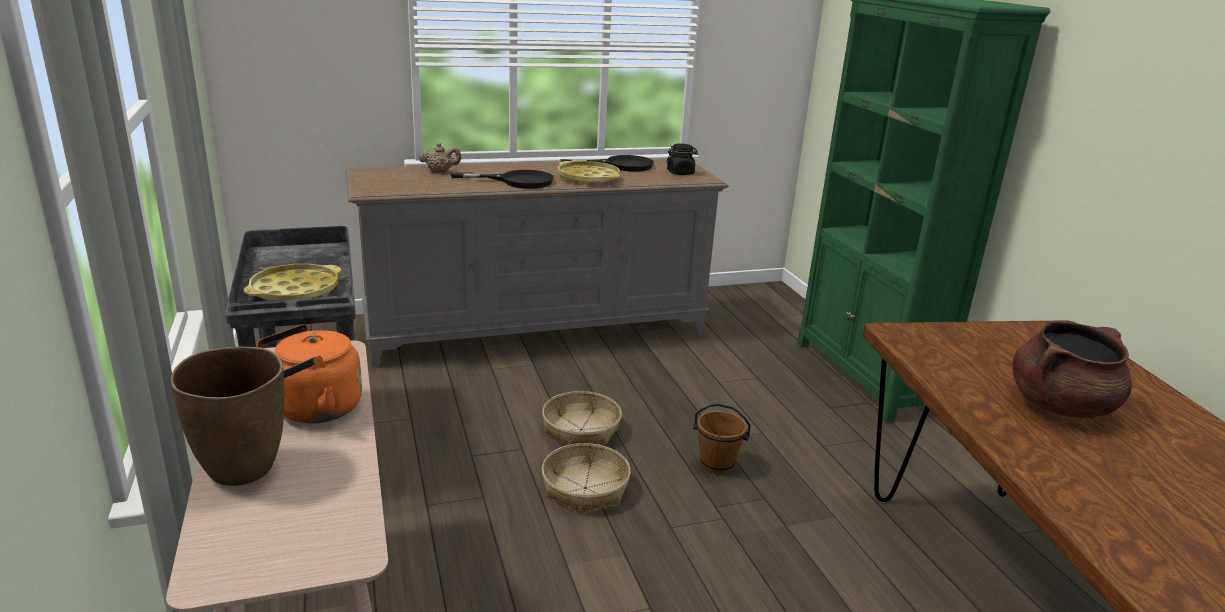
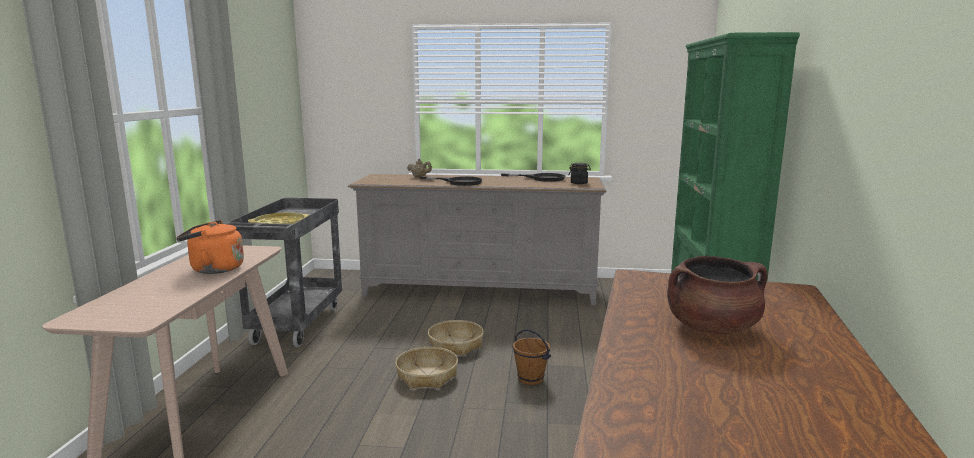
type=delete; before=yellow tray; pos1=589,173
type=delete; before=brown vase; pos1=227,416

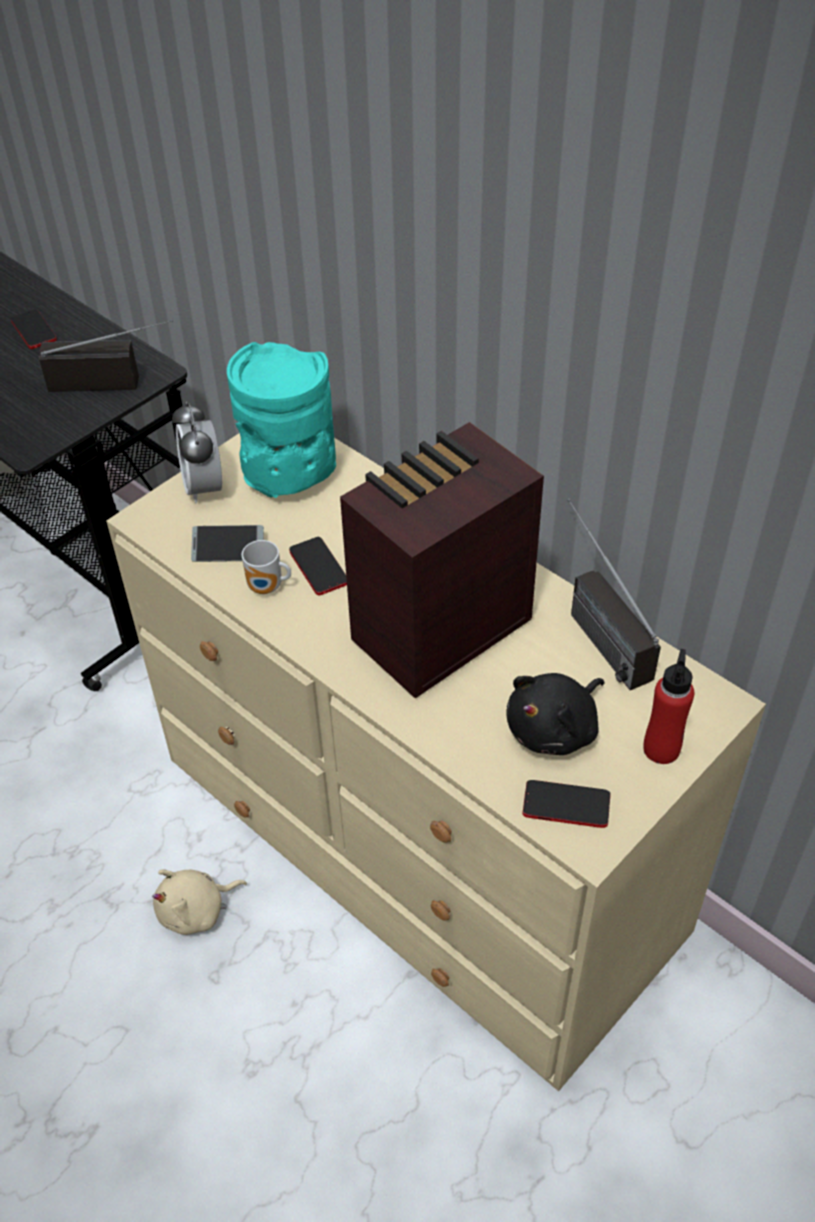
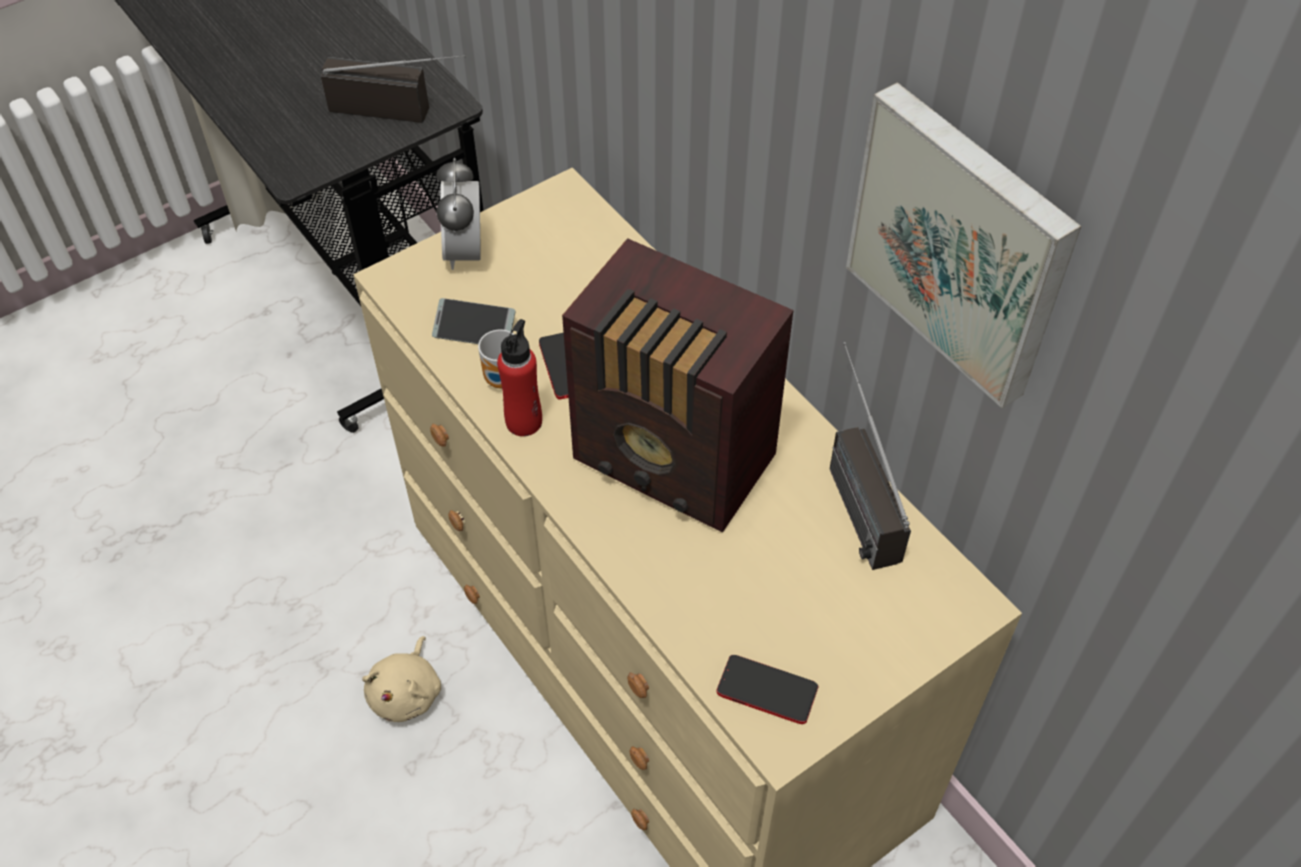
type=delete; before=phone; pos1=34,329
type=delete; before=turquoise vase; pos1=281,420
type=rotate; before=radio; pos1=442,560; pos2=677,385; turn=-120
type=move; before=red bottle; pos1=668,706; pos2=519,377
type=delete; before=black plush toy; pos1=555,714
type=rotate; before=beige plush toy; pos1=199,902; pos2=401,679; turn=-60
type=insert; after=picture; pos2=963,245

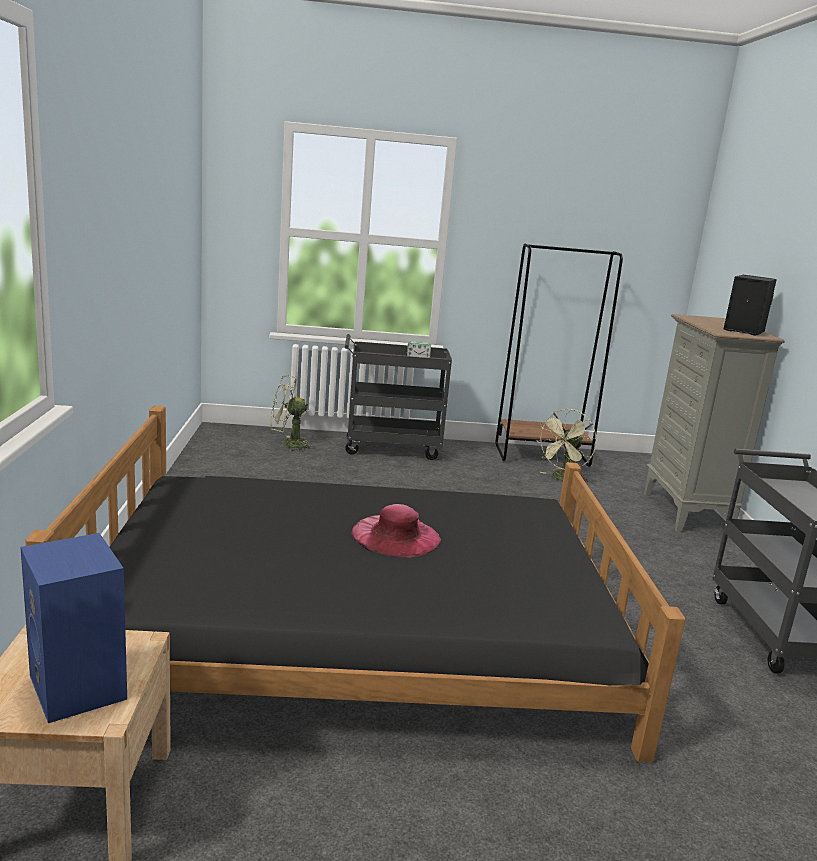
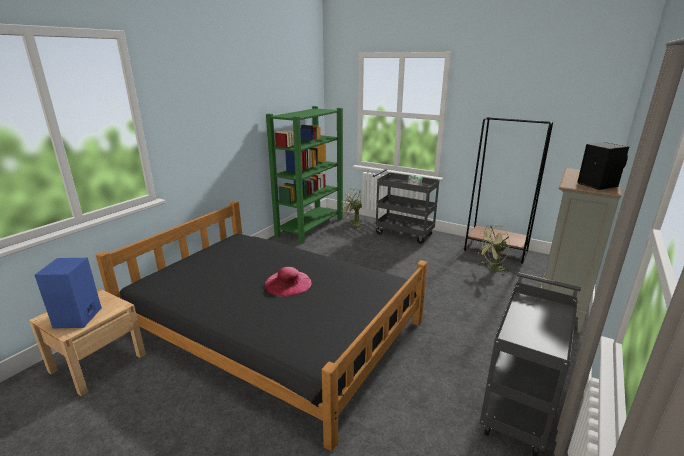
type=insert; after=green bookcase; pos2=304,175

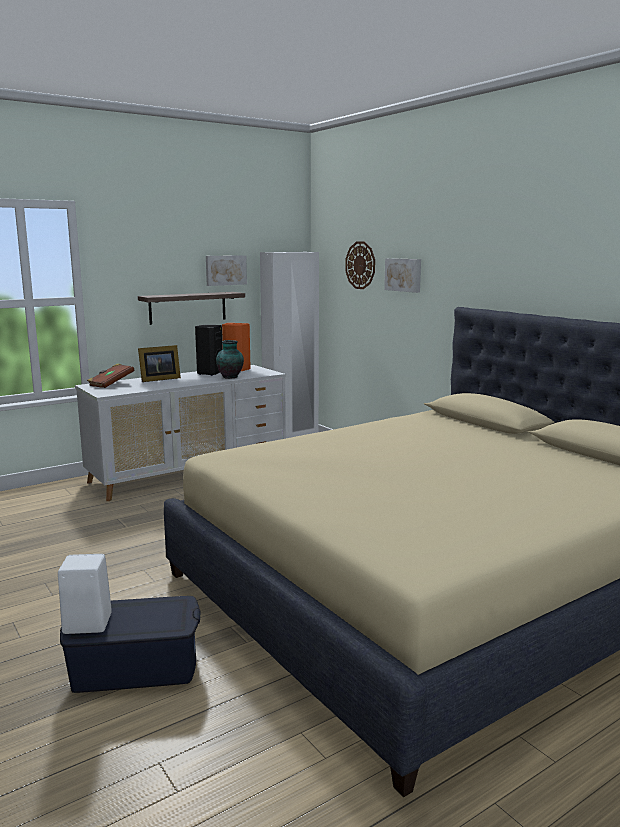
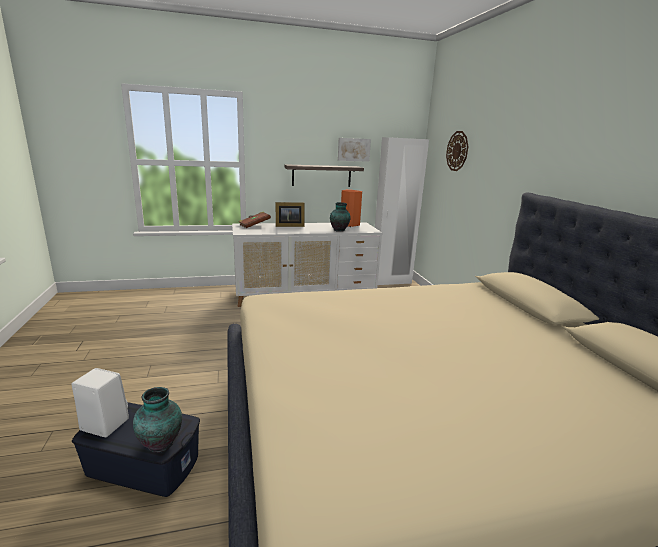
type=delete; before=picture; pos1=402,275
type=delete; before=black speaker; pos1=209,350
type=insert; after=vase; pos2=157,420

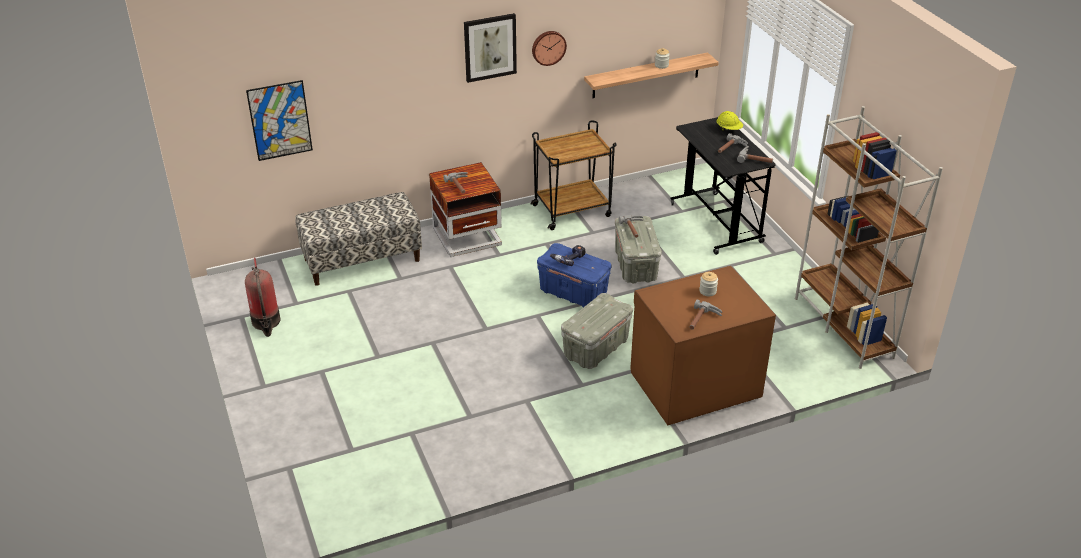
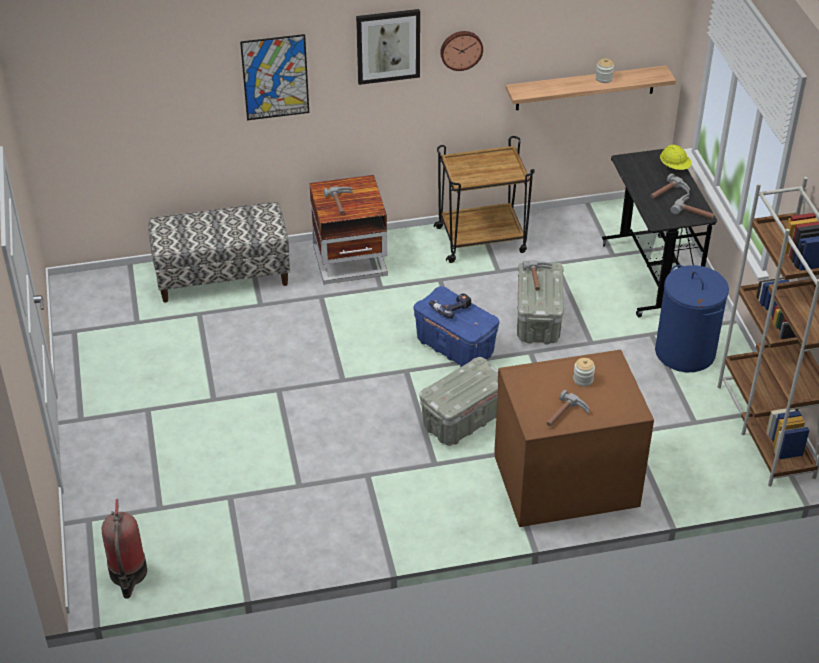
type=move; before=picture; pos1=279,120; pos2=274,77
type=move; before=fire extinguisher; pos1=262,297; pos2=124,549
type=insert; after=blue laundry basket; pos2=692,318

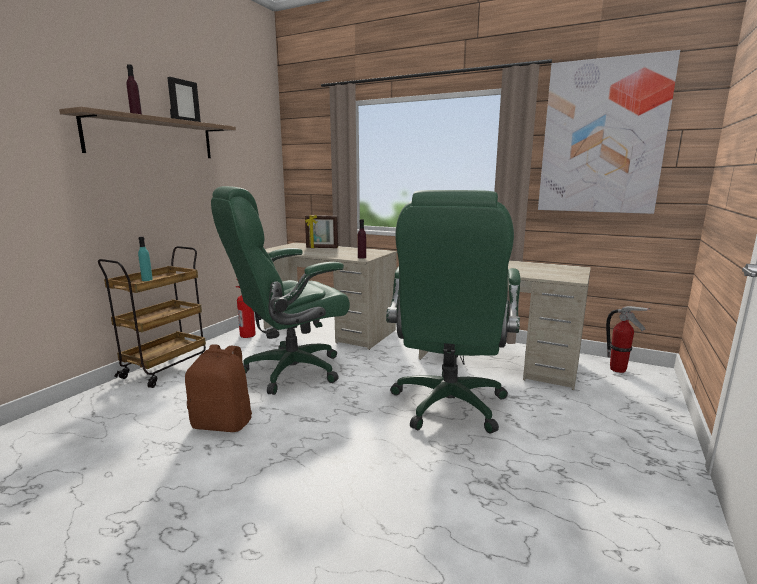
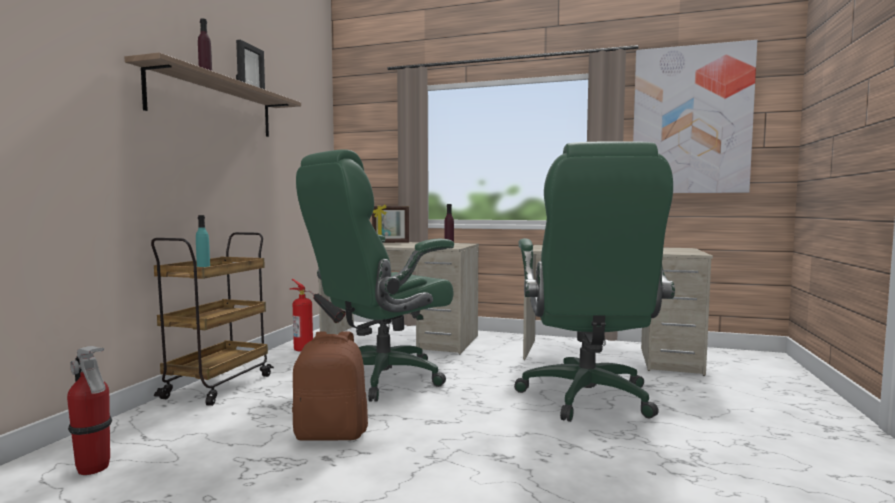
type=move; before=fire extinguisher; pos1=628,339; pos2=89,410

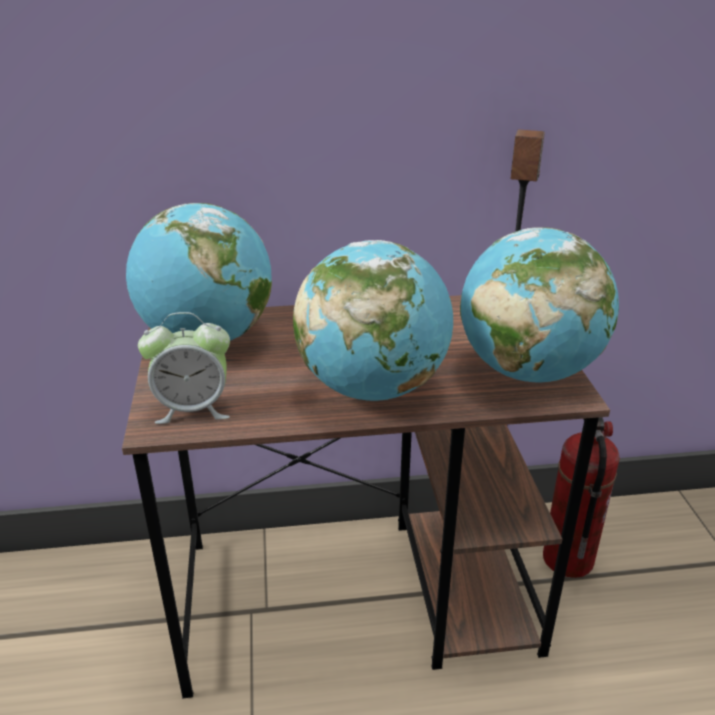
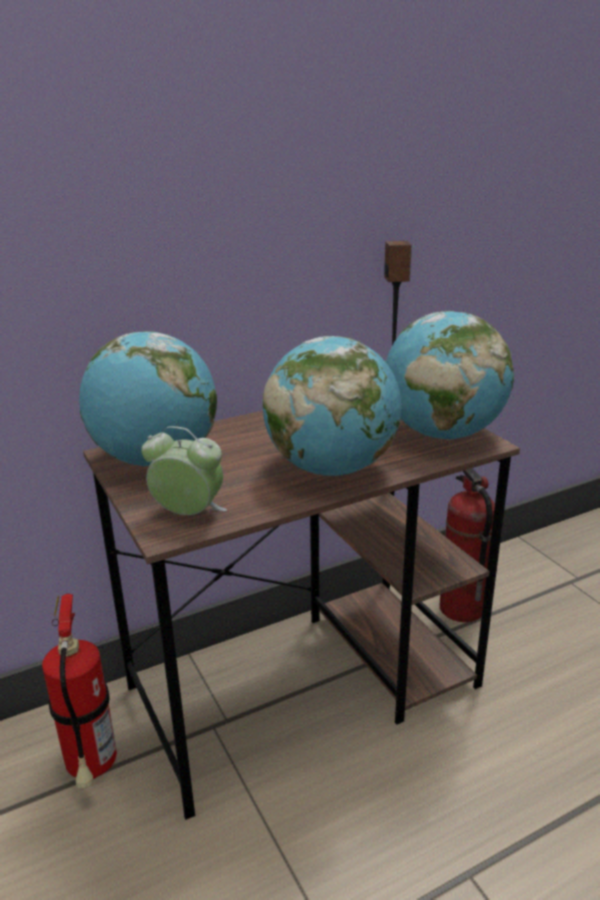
type=rotate; before=alarm clock; pos1=184,368; pos2=184,470; turn=-135
type=insert; after=fire extinguisher; pos2=79,691

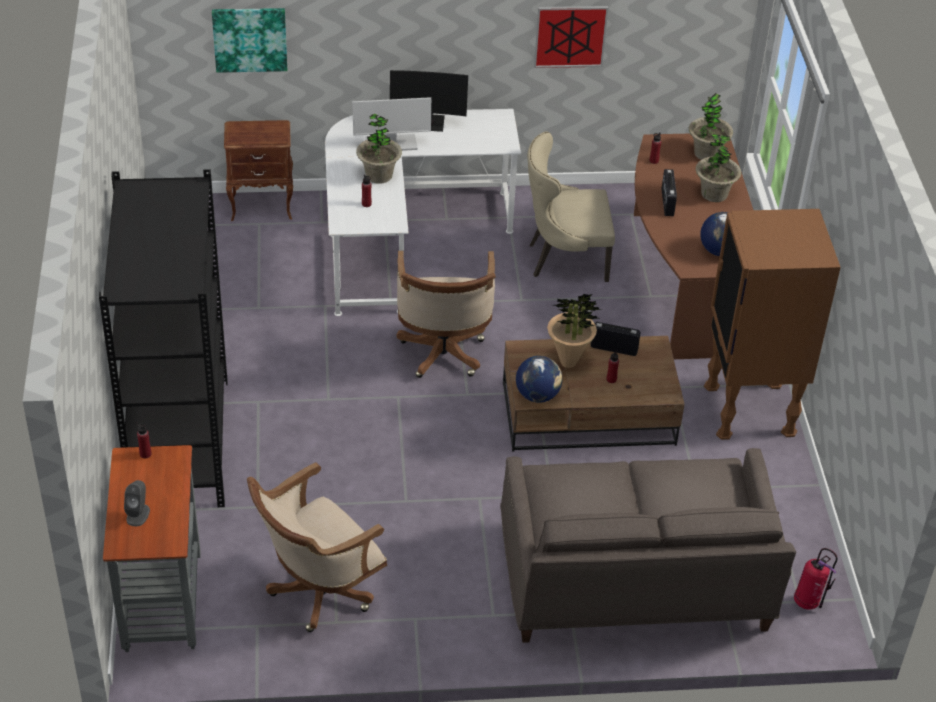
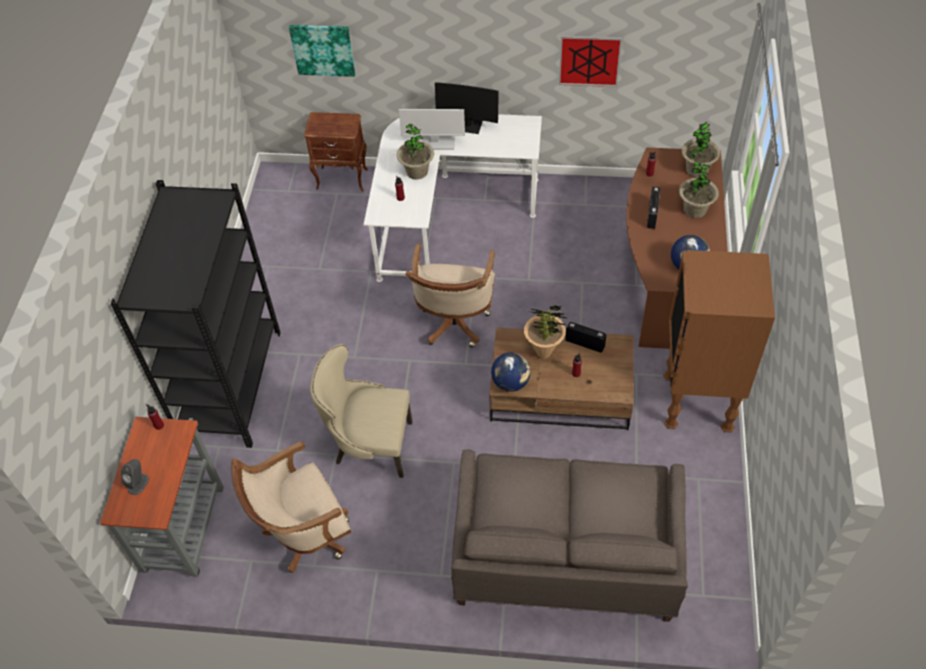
type=move; before=beige chair; pos1=571,206; pos2=361,411
type=delete; before=fire extinguisher; pos1=816,579

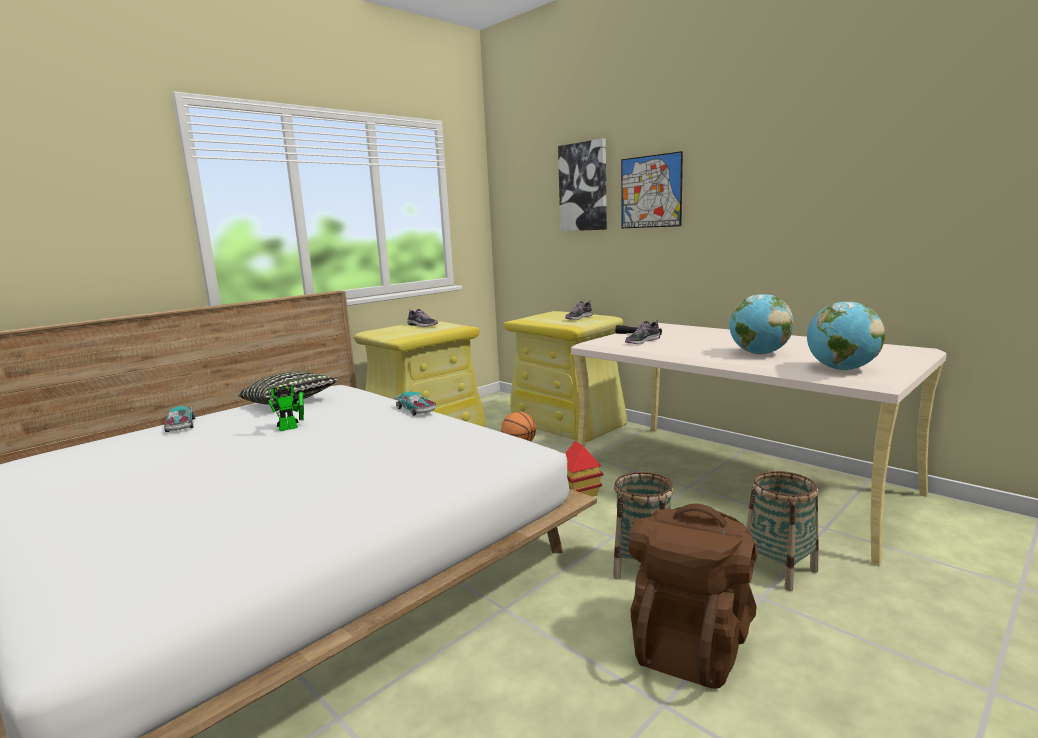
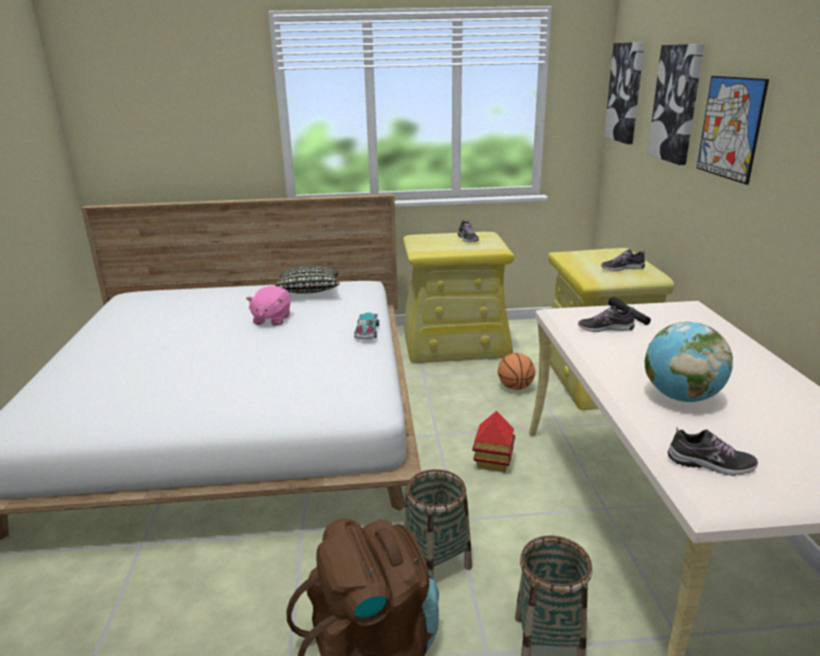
type=replace; before=globe; after=shoe; pos1=846,336; pos2=713,451
type=replace; before=toy robot; after=pink plush toy; pos1=283,404; pos2=268,306
type=delete; before=toy car; pos1=180,419
type=insert; after=picture; pos2=624,93

